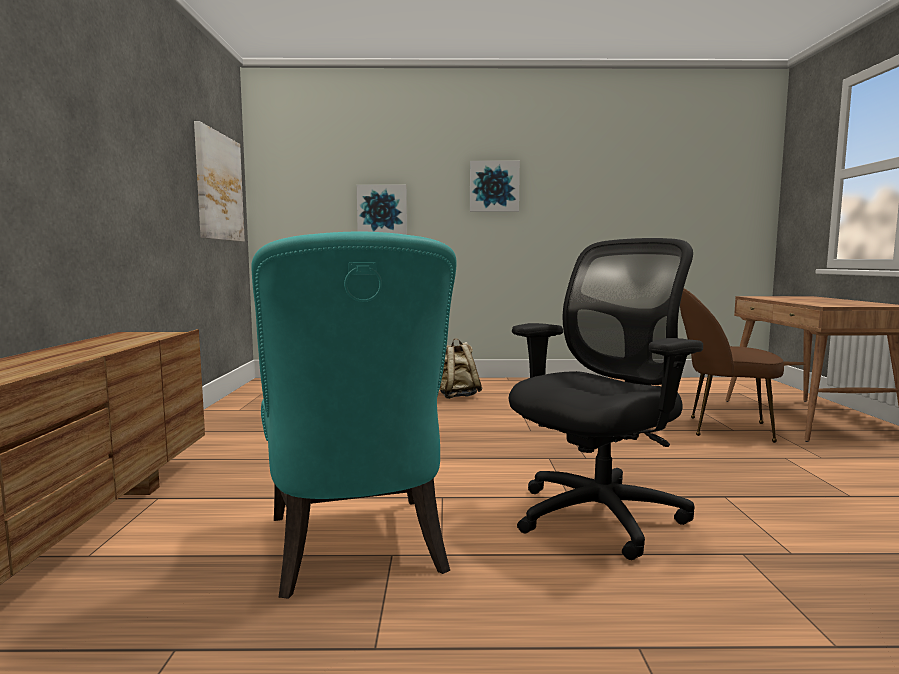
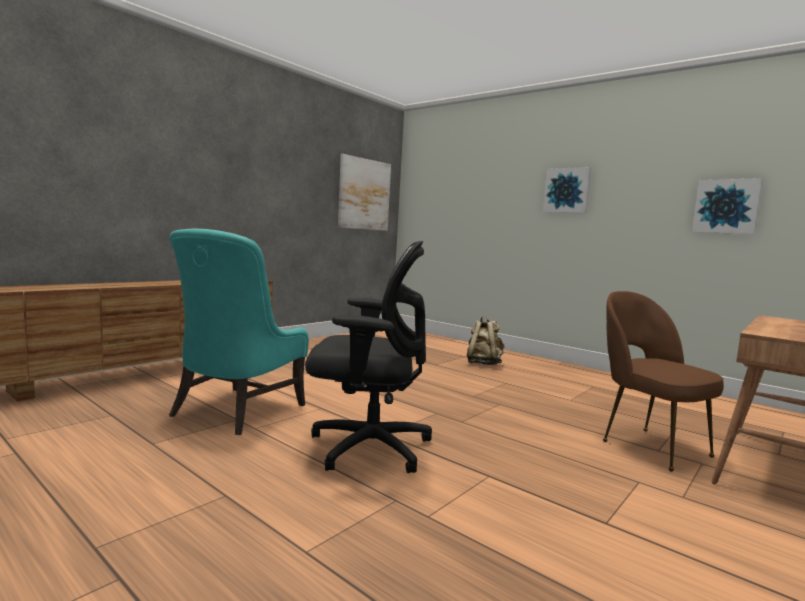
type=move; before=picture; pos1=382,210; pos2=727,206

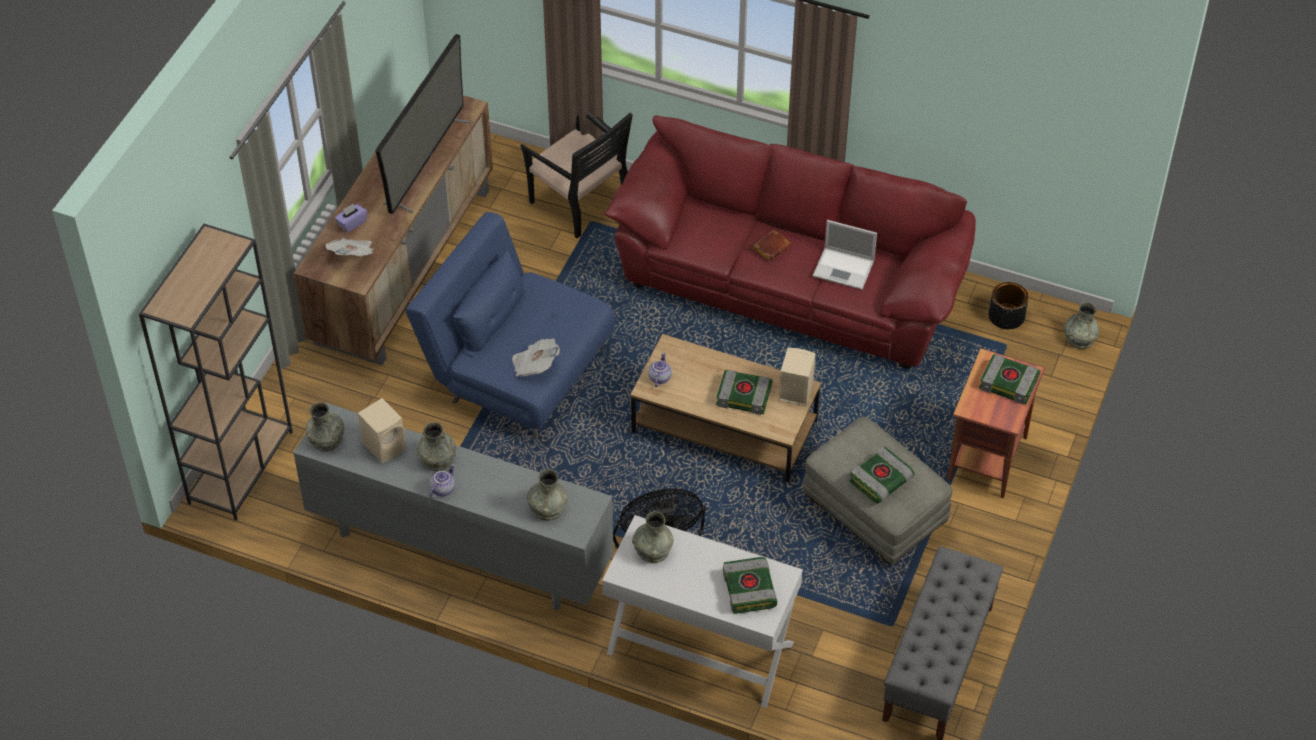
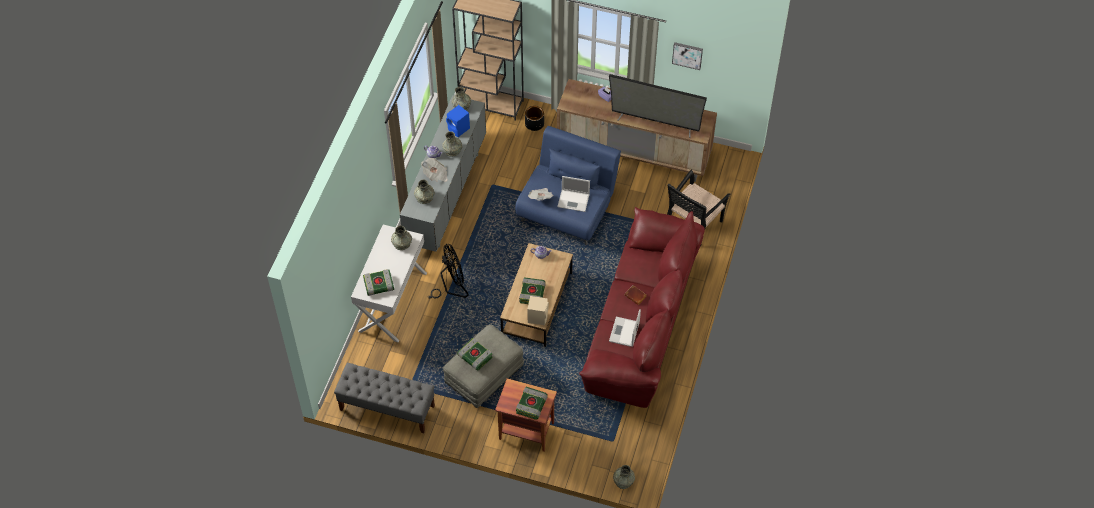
type=move; before=newspaper; pos1=349,247; pos2=434,170
type=move; before=black planter; pos1=1009,305; pos2=534,118
type=recolor; before=beige speaker; after=blue speaker; pos1=382,430; pos2=458,121
type=insert; after=picture; pos2=687,56
type=insert; after=laptop; pos2=573,194

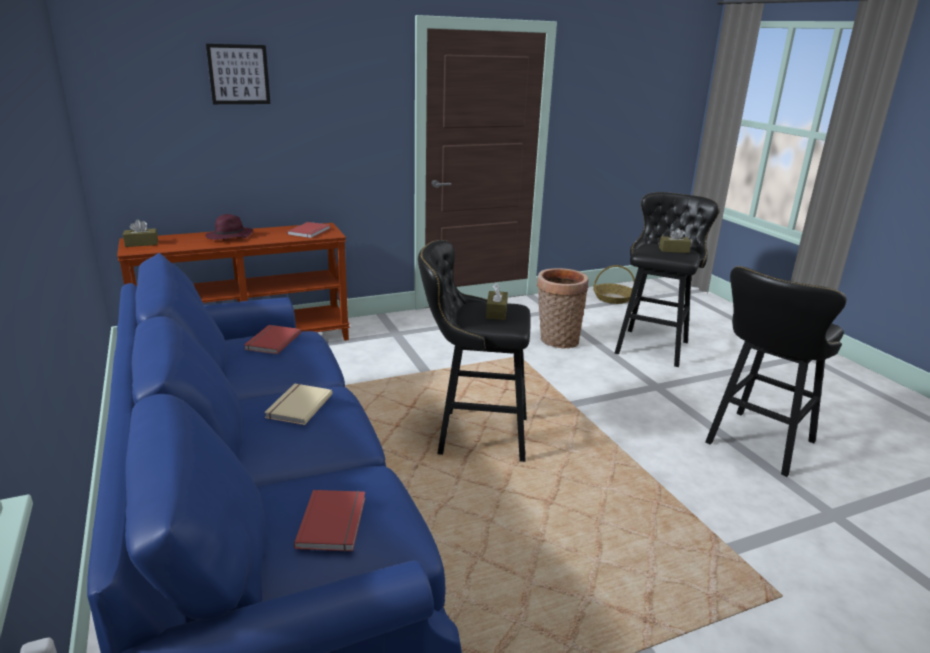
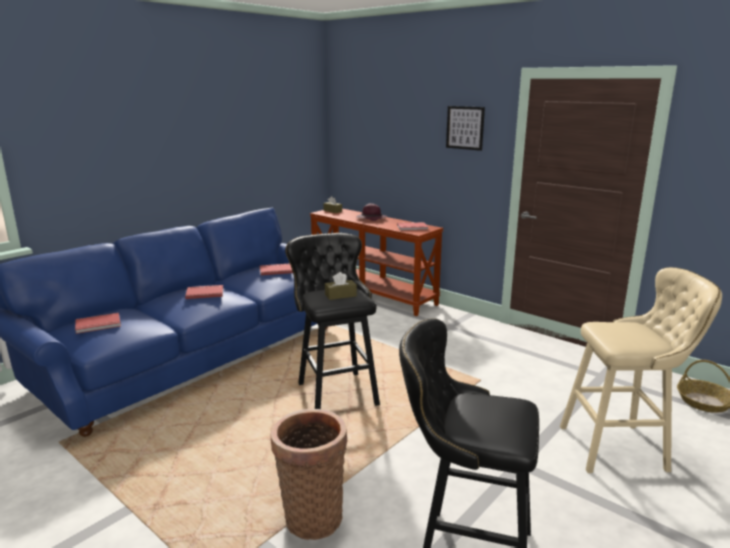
type=move; before=picture; pos1=238,74; pos2=465,128
type=recolor; before=black stool; after=beige stool; pos1=667,279; pos2=641,370
type=delete; before=brown tissue box; pos1=675,240
type=move; before=basket; pos1=562,308; pos2=309,474
type=recolor; before=beige book; after=red book; pos1=298,404; pos2=204,292

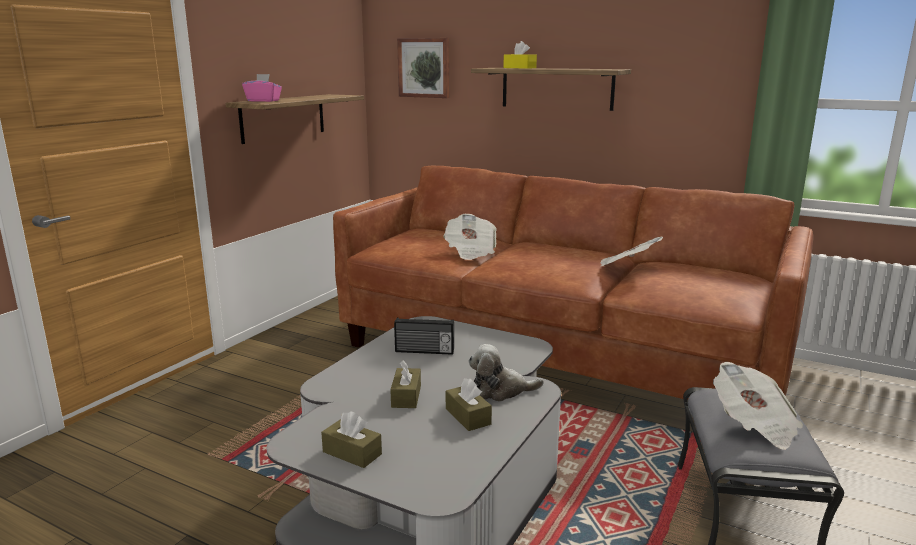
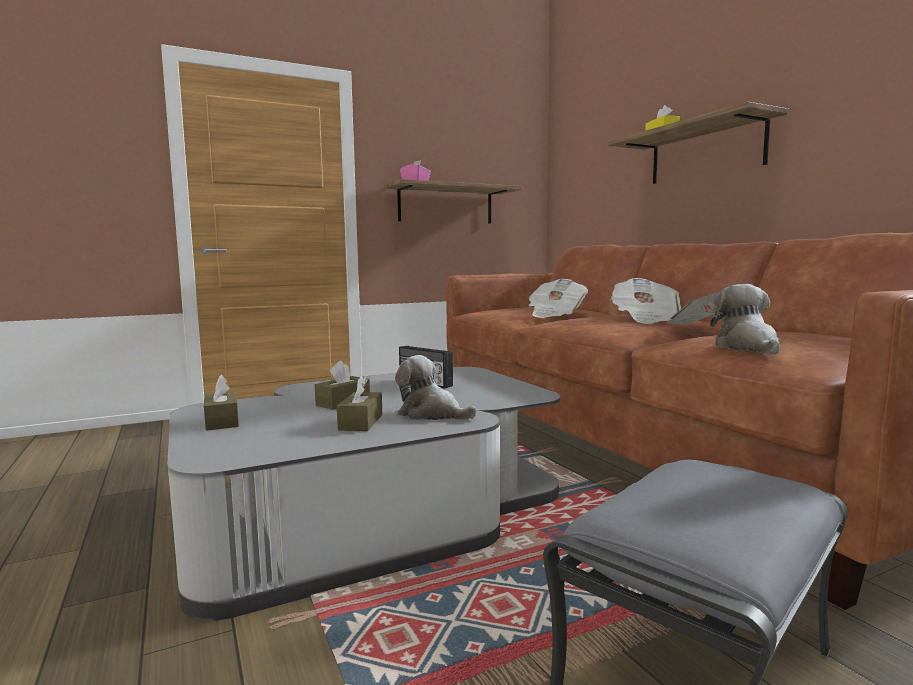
type=delete; before=picture; pos1=423,68
type=move; before=newspaper; pos1=758,406; pos2=646,301
type=insert; after=plush toy; pos2=745,319

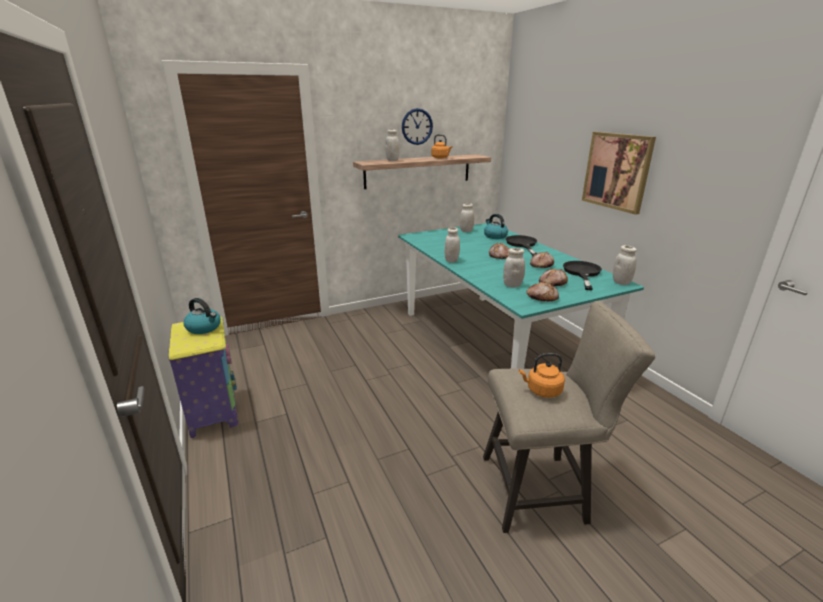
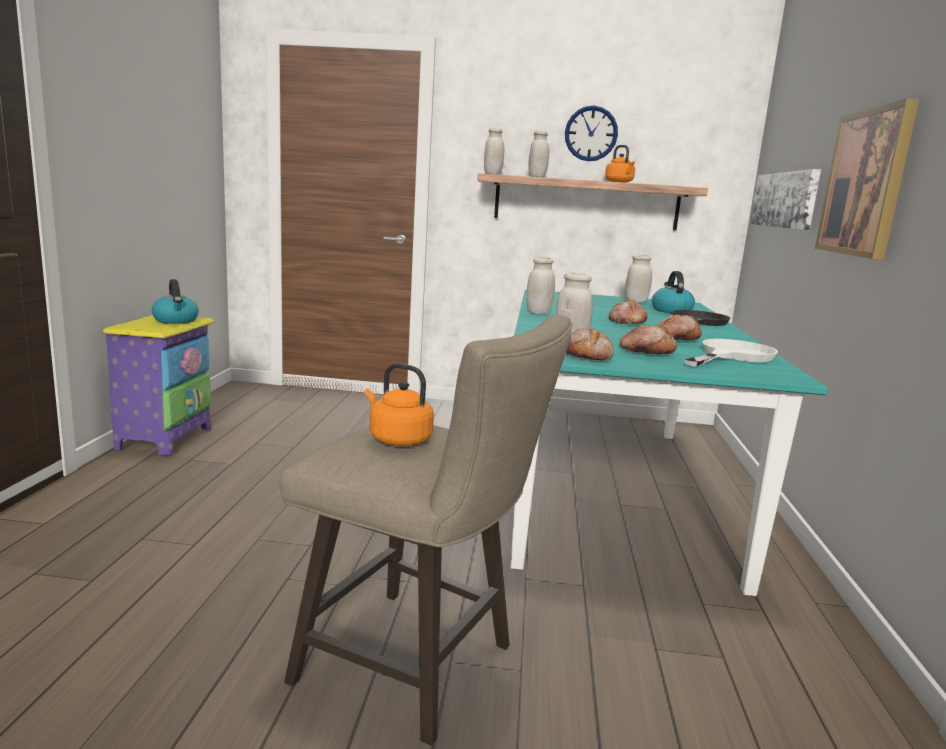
type=move; before=white jar; pos1=625,265; pos2=494,151
type=recolor; before=black frying pan; after=white frying pan; pos1=582,275; pos2=731,353
type=insert; after=picture; pos2=785,199

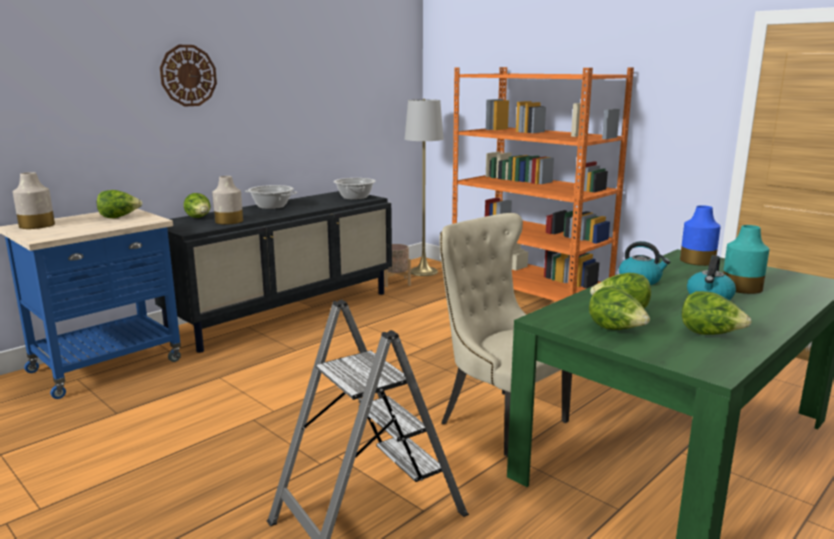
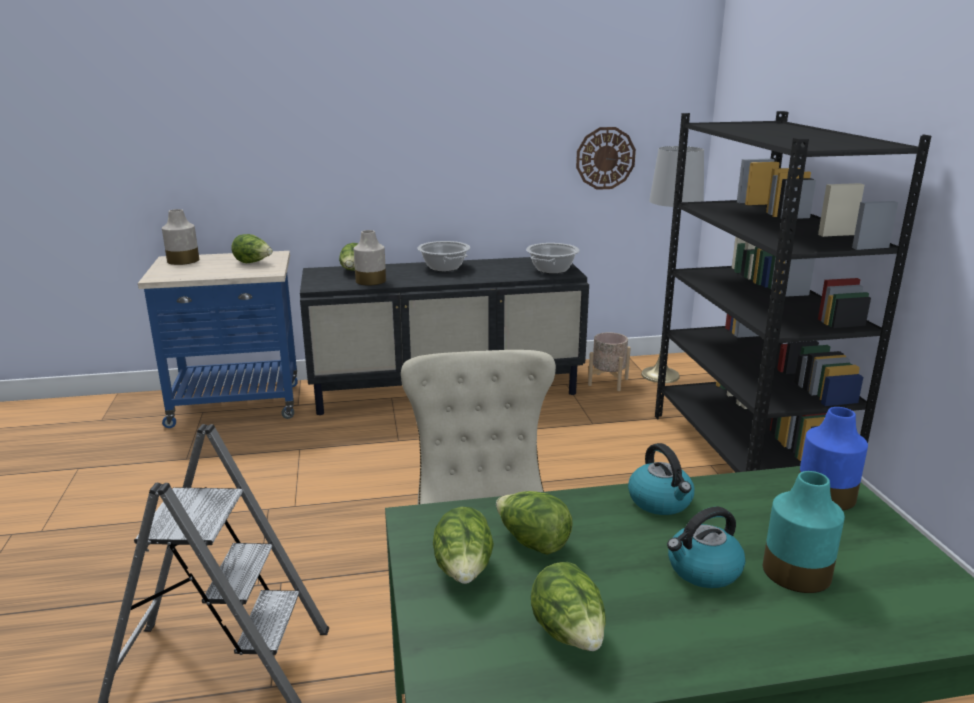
type=move; before=wall clock; pos1=188,75; pos2=606,158
type=recolor; before=orange bookcase; after=black bookcase; pos1=543,184; pos2=793,291

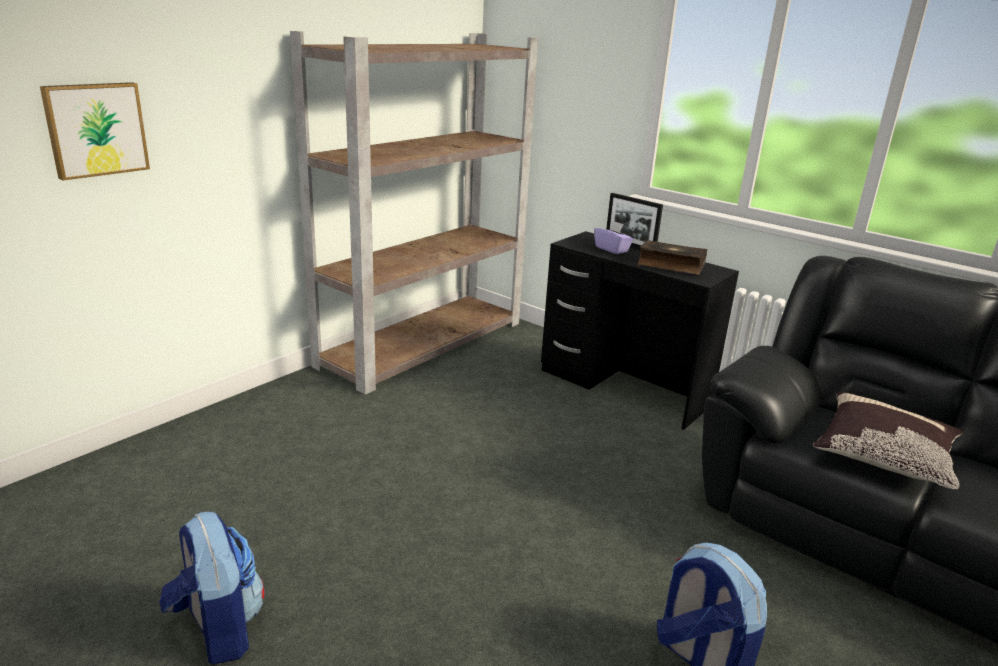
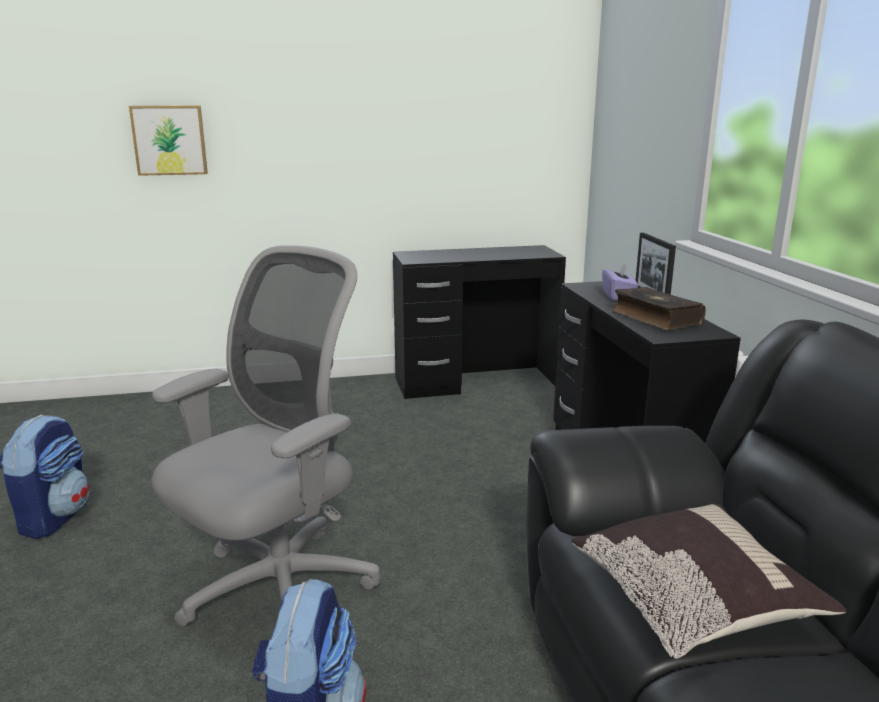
type=replace; before=brown bookcase; after=black desk; pos1=414,213; pos2=479,322
type=insert; after=grey office chair; pos2=265,435

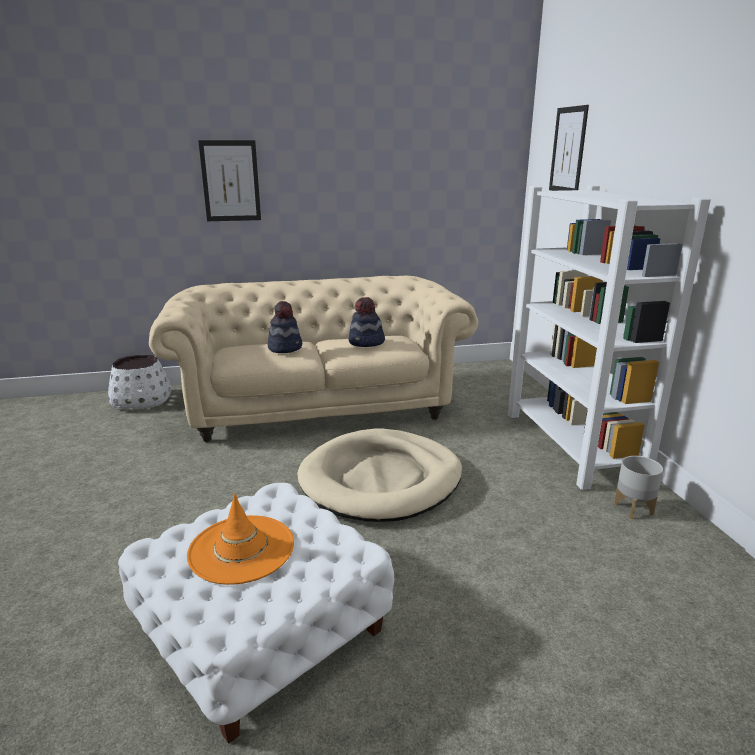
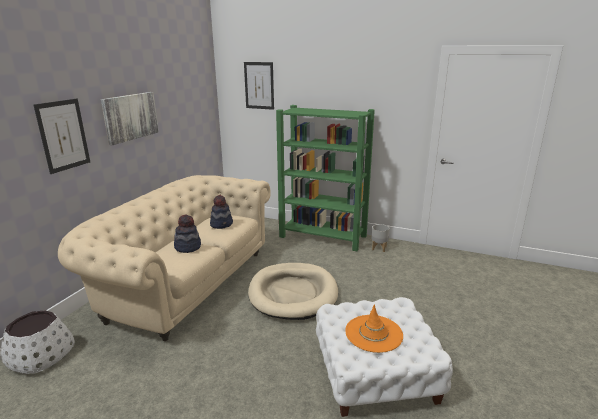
type=recolor; before=white bookcase; after=green bookcase; pos1=609,337; pos2=325,178
type=insert; after=picture; pos2=130,118

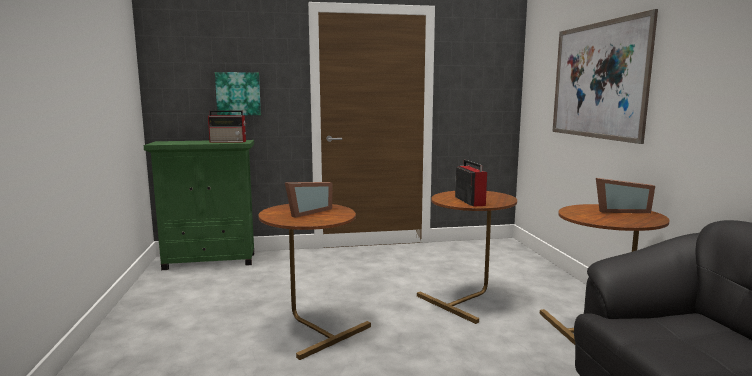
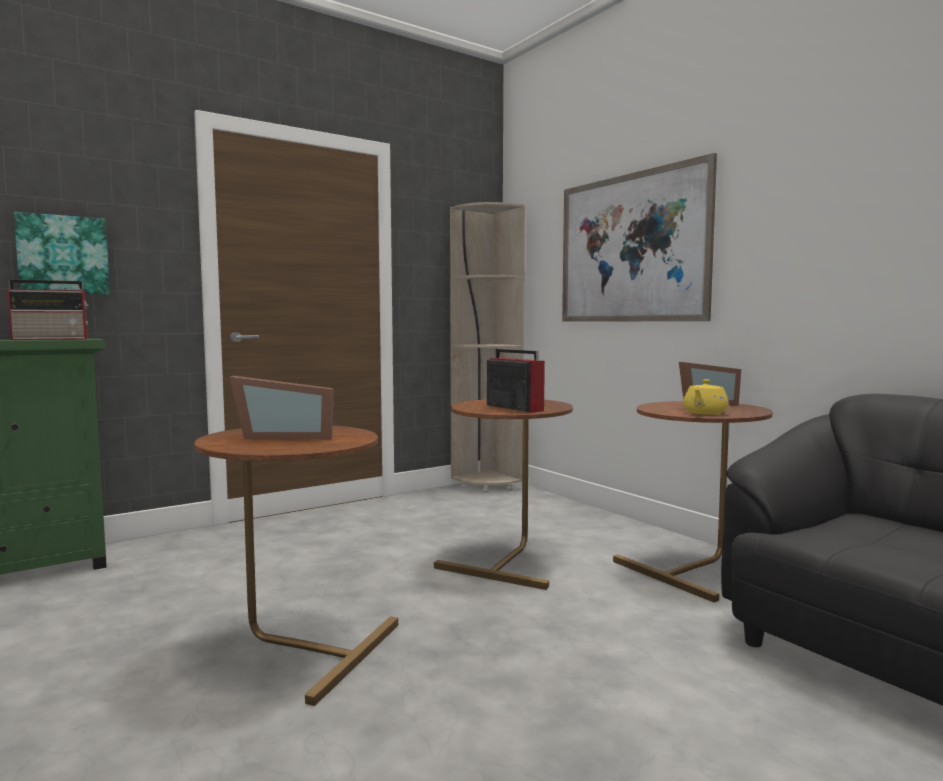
type=rotate; before=picture frame; pos1=309,200; pos2=282,408; turn=75
type=insert; after=beige bookcase; pos2=487,346
type=insert; after=yellow teapot; pos2=706,397

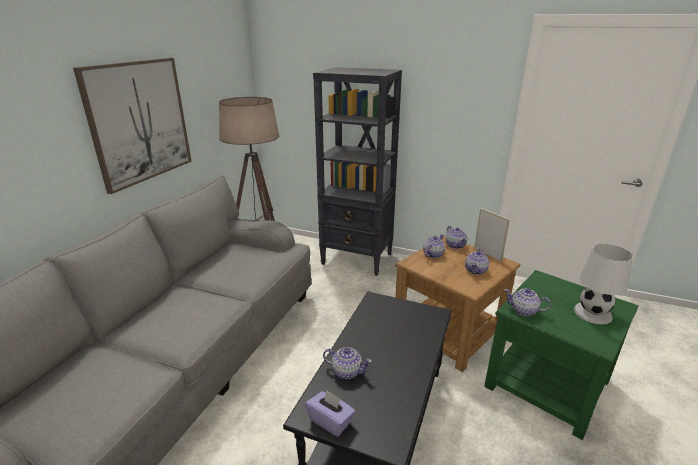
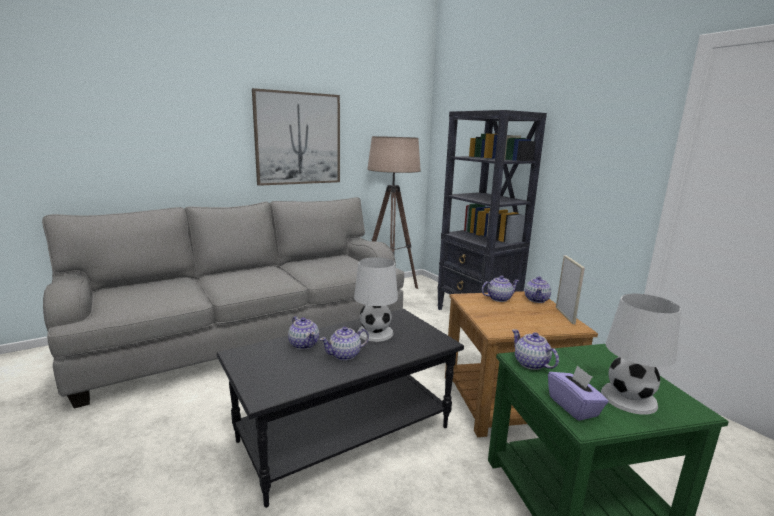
type=move; before=teapot; pos1=477,262; pos2=344,344
type=move; before=purple tissue box; pos1=330,413; pos2=578,393
type=insert; after=white table lamp; pos2=376,299

